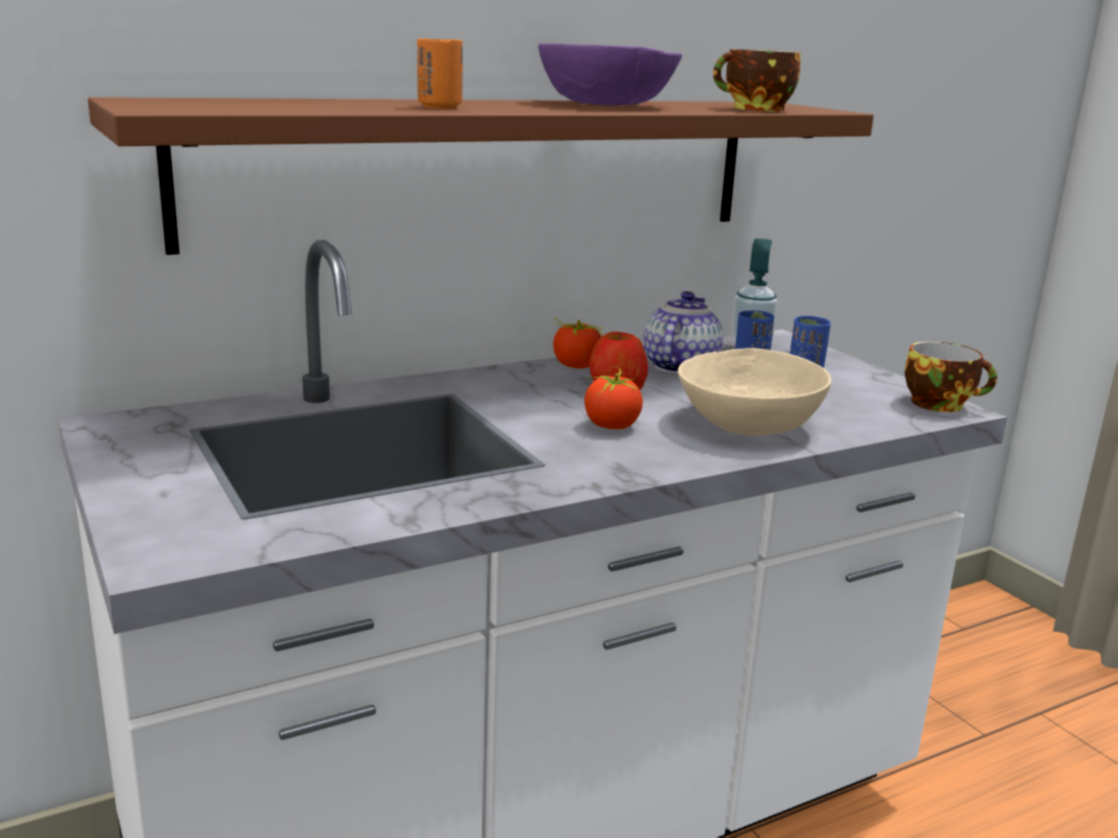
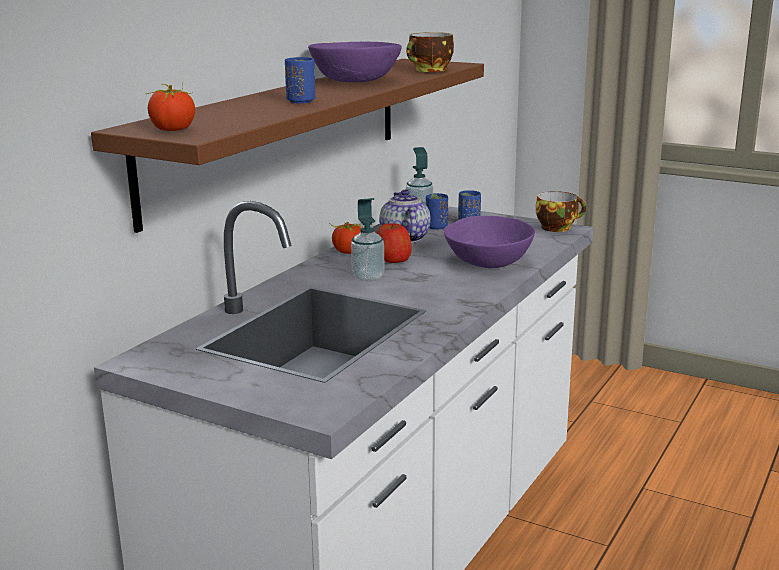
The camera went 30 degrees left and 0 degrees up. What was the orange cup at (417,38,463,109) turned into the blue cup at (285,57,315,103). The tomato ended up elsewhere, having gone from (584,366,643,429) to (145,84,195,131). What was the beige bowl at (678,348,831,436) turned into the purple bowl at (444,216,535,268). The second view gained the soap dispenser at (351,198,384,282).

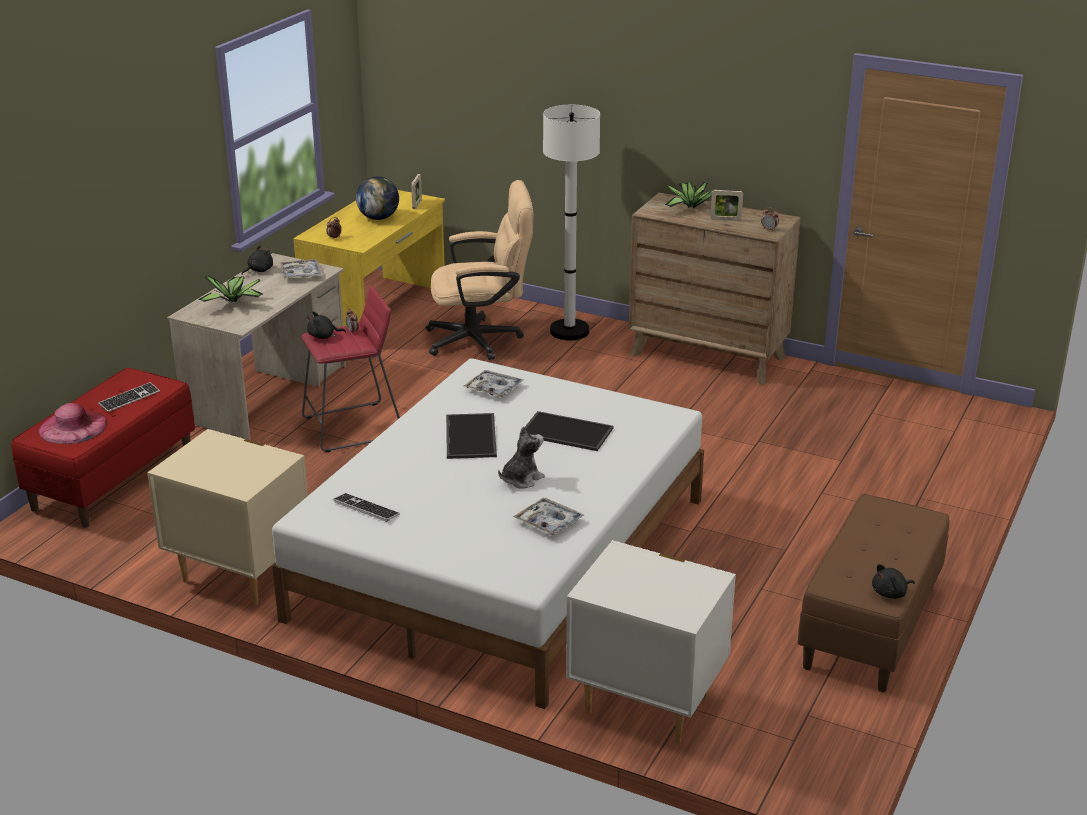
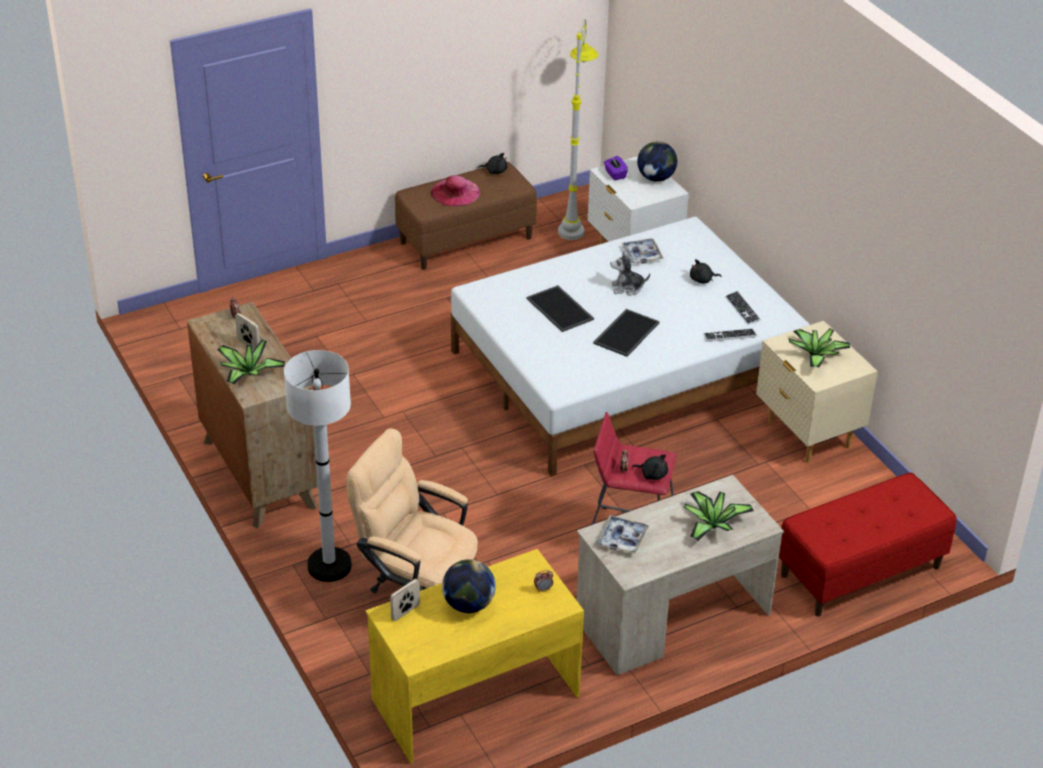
The camera went 145 degrees left and 10 degrees up. The pink hat ended up elsewhere, having gone from (39,403,107,444) to (431,175,480,206). The keyboard ended up elsewhere, having gone from (98,382,160,412) to (703,329,757,342). The black plush toy ended up elsewhere, having gone from (242,245,273,275) to (690,259,722,284). The second view lost the tray at (464,370,523,397). The second view gained the grey floor lamp at (558,19,598,240). The second view gained the purple tissue box at (604,156,628,180). The second view gained the globe at (637,141,677,182). The second view gained the potted plant at (788,328,850,367).

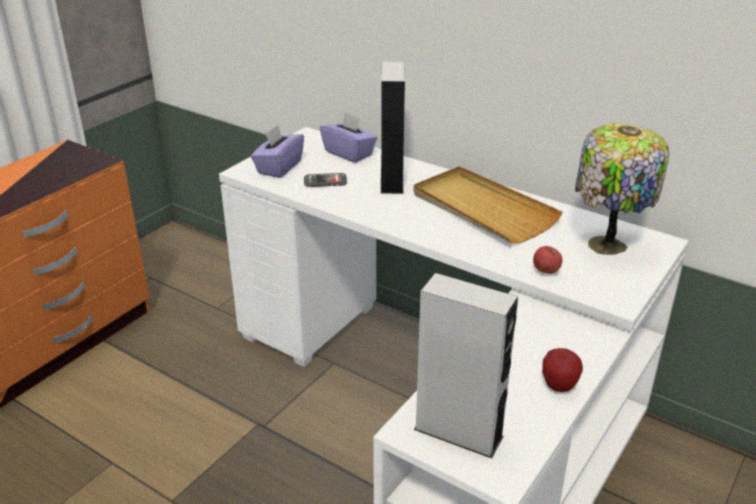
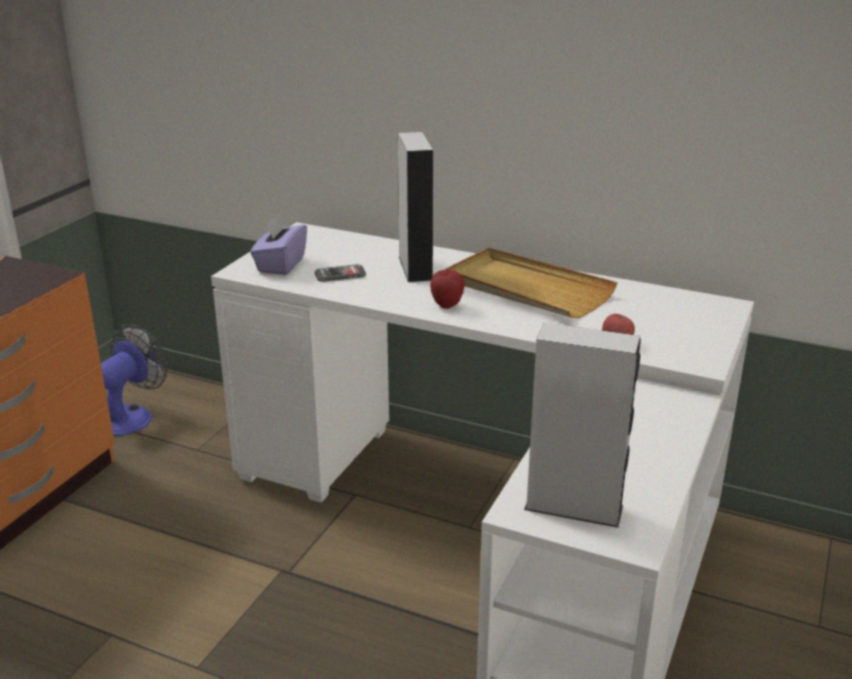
The camera went 10 degrees left and 5 degrees down. The second view lost the purple tissue box at (320,112,377,163). The apple ended up elsewhere, having gone from (542,348,583,392) to (430,270,465,309). The second view lost the table lamp at (575,123,669,255). The second view gained the fan at (100,324,167,436).

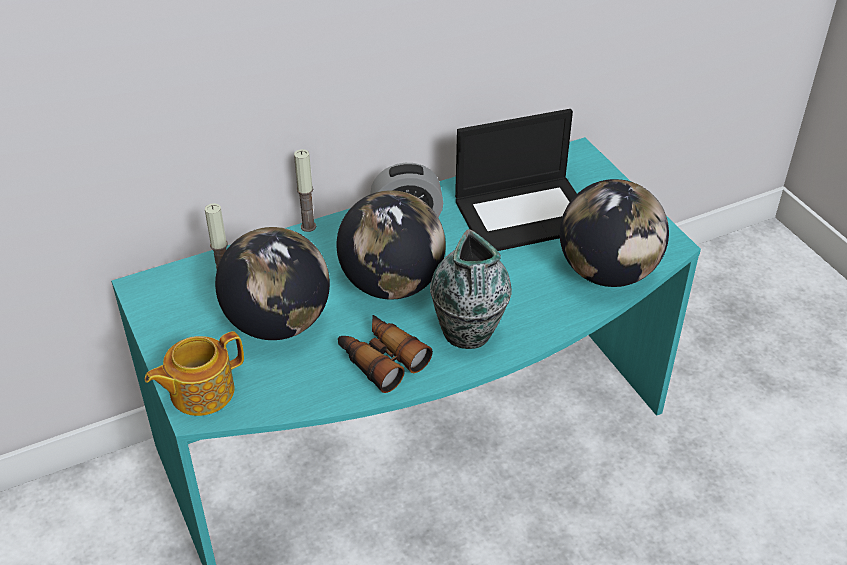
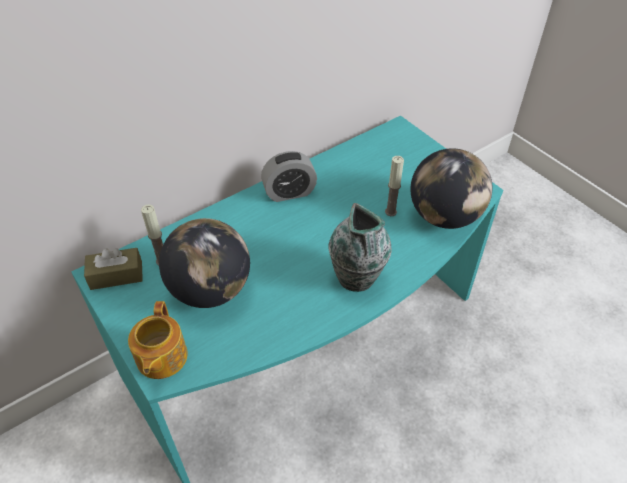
The camera went 10 degrees left and 5 degrees up. The teapot at (145,331,244,416) ended up facing another way, 45 degrees counterclockwise from before. The candle ended up elsewhere, having gone from (294,149,316,232) to (385,156,404,216). The second view lost the globe at (337,190,446,299). The second view lost the binoculars at (338,315,433,393). The second view lost the laptop at (455,109,577,251). The second view gained the brown tissue box at (84,248,143,290).

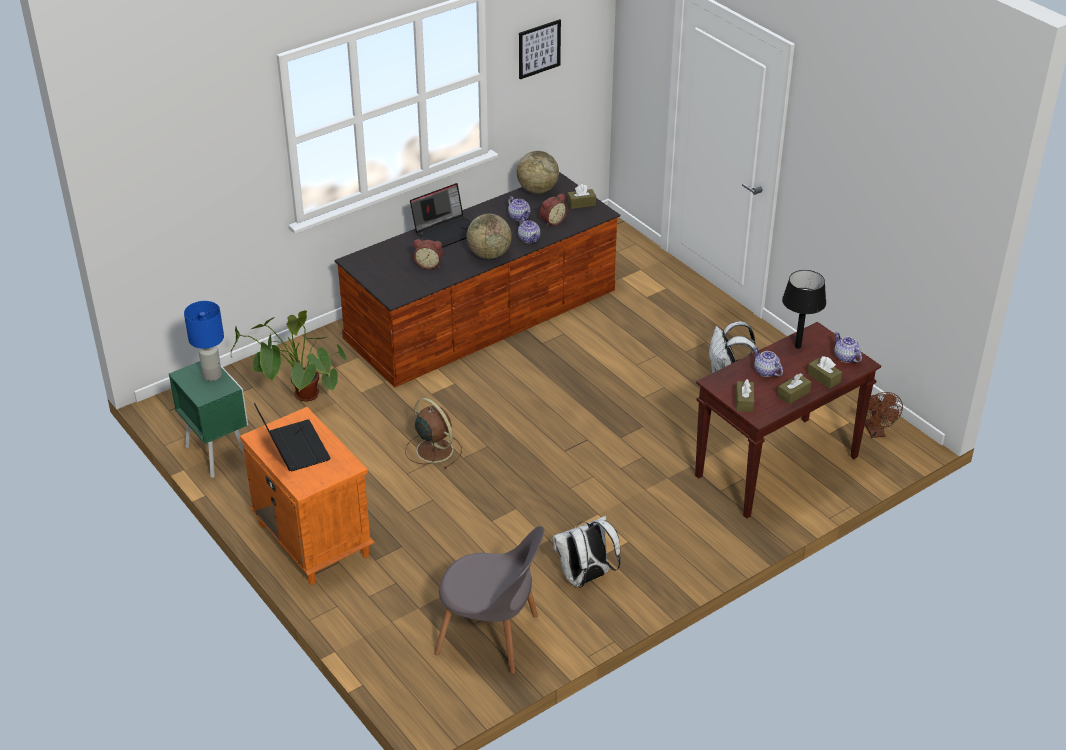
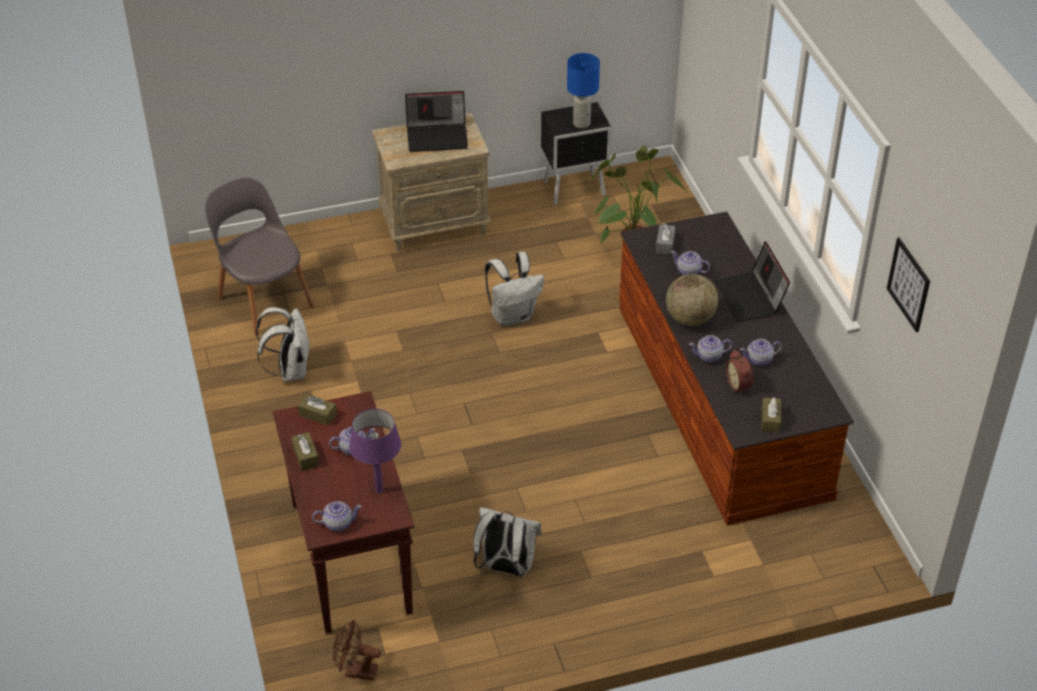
The camera went 110 degrees right and 5 degrees up. What was the green nightstand at (169,361,248,478) turned into the black nightstand at (541,102,611,205). What was the orange nightstand at (240,407,375,585) turned into the beige nightstand at (372,113,492,251). Where the brown fan stood at (405,398,462,469), the white backpack came to stand at (485,252,544,326). Where the alarm clock stood at (414,239,443,269), the teapot came to stand at (671,251,710,275). The grey chair at (434,526,544,674) ended up facing another way, 105 degrees clockwise from before. The second view lost the globe at (517,151,559,194). What was the black table lamp at (782,270,826,349) turned into the purple table lamp at (349,409,401,493). The second view lost the brown tissue box at (807,356,842,389). The second view gained the grey tissue box at (656,223,675,255).

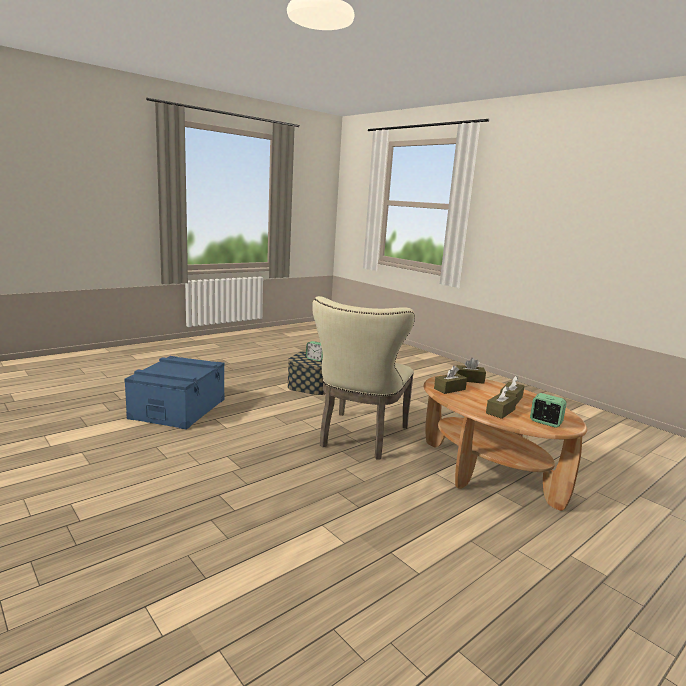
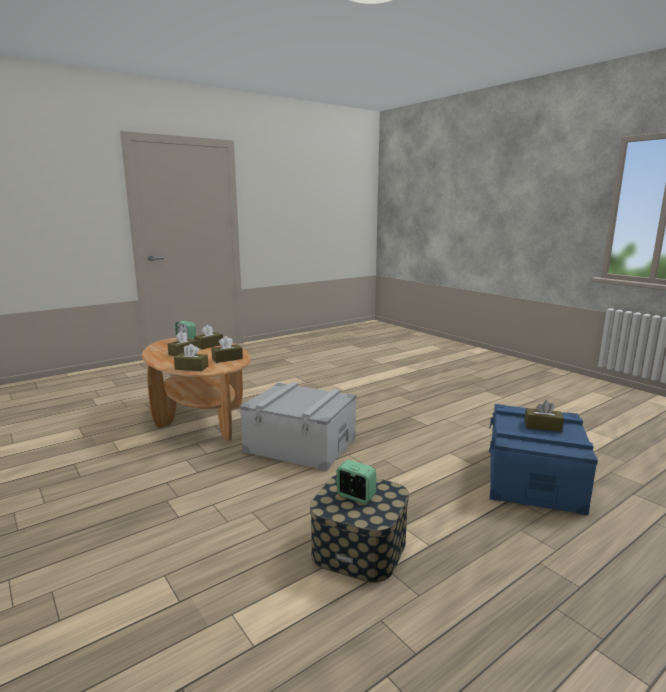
The camera went 175 degrees left and 0 degrees up. Where the beige chair stood at (312,296,415,459), the grey storage box came to stand at (240,382,356,471). The second view gained the brown tissue box at (525,400,564,432).

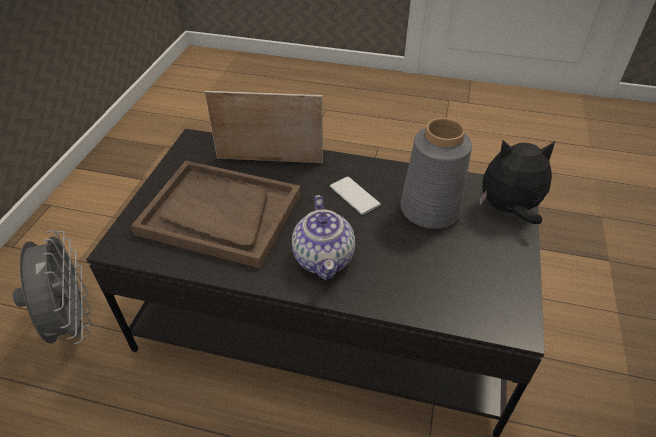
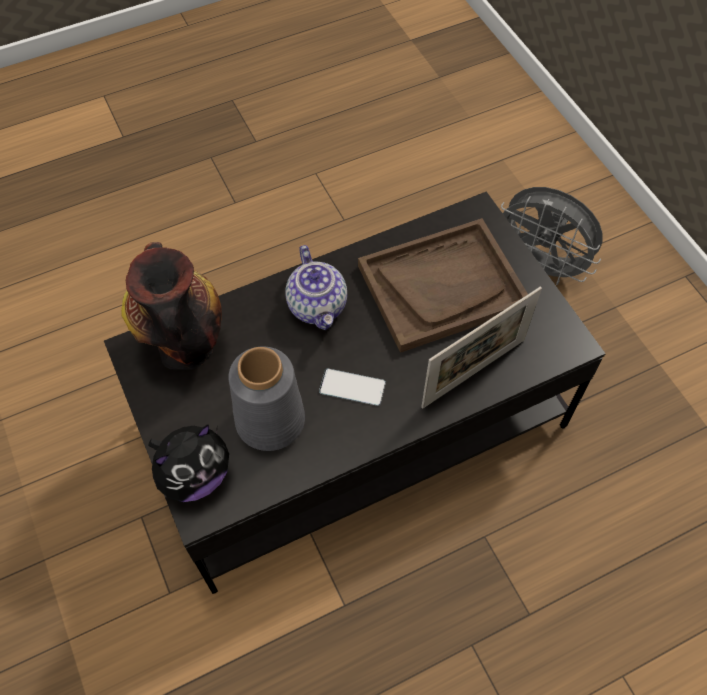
The camera went 140 degrees right and 15 degrees up. The teapot at (292,195,355,280) ended up facing another way, 150 degrees counterclockwise from before. The second view gained the vase at (121,242,222,370).

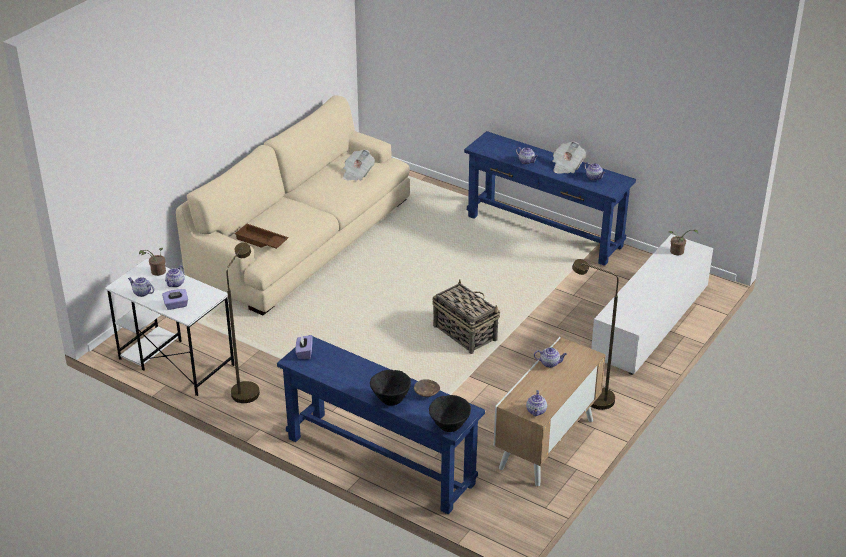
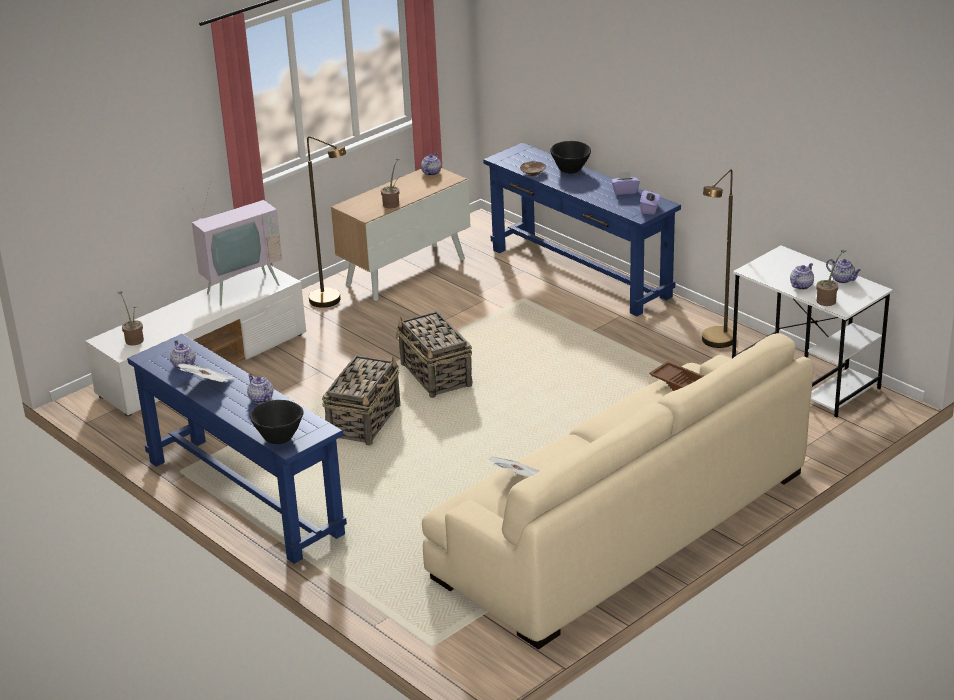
The camera went 165 degrees left and 5 degrees down. The purple tissue box ended up elsewhere, having gone from (162,289,188,310) to (611,171,640,195). The black bowl ended up elsewhere, having gone from (429,395,471,432) to (250,400,304,444). Where the teapot stood at (534,347,567,368), the potted plant came to stand at (381,158,405,208). The second view gained the television at (183,181,282,305). The second view gained the basket at (322,355,400,446).

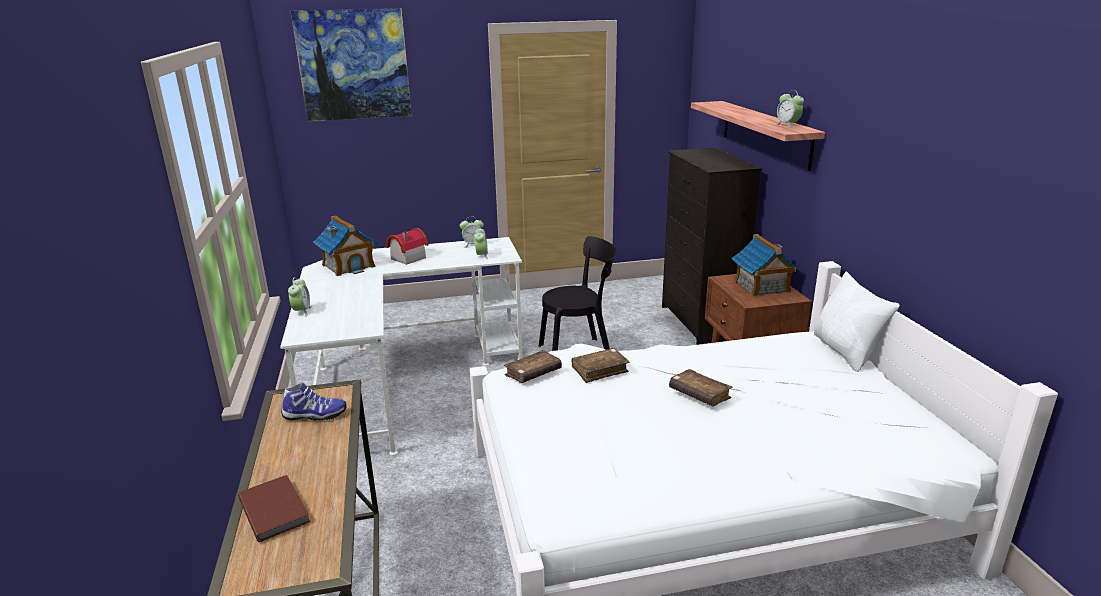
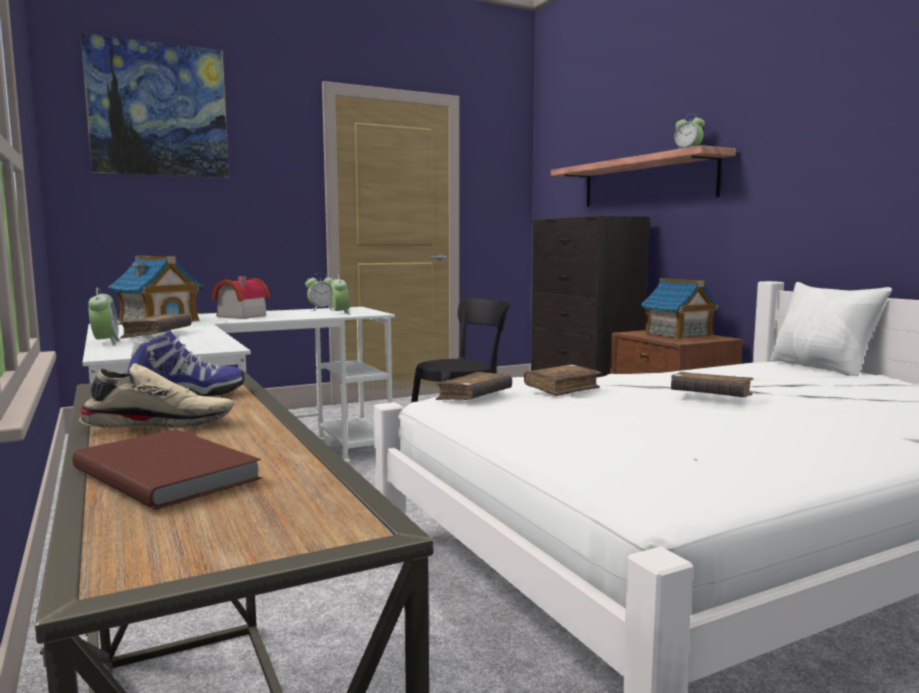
The camera went 15 degrees left and 15 degrees down. The second view gained the beige shoe at (79,363,234,428). The second view gained the brown book at (118,314,192,338).

